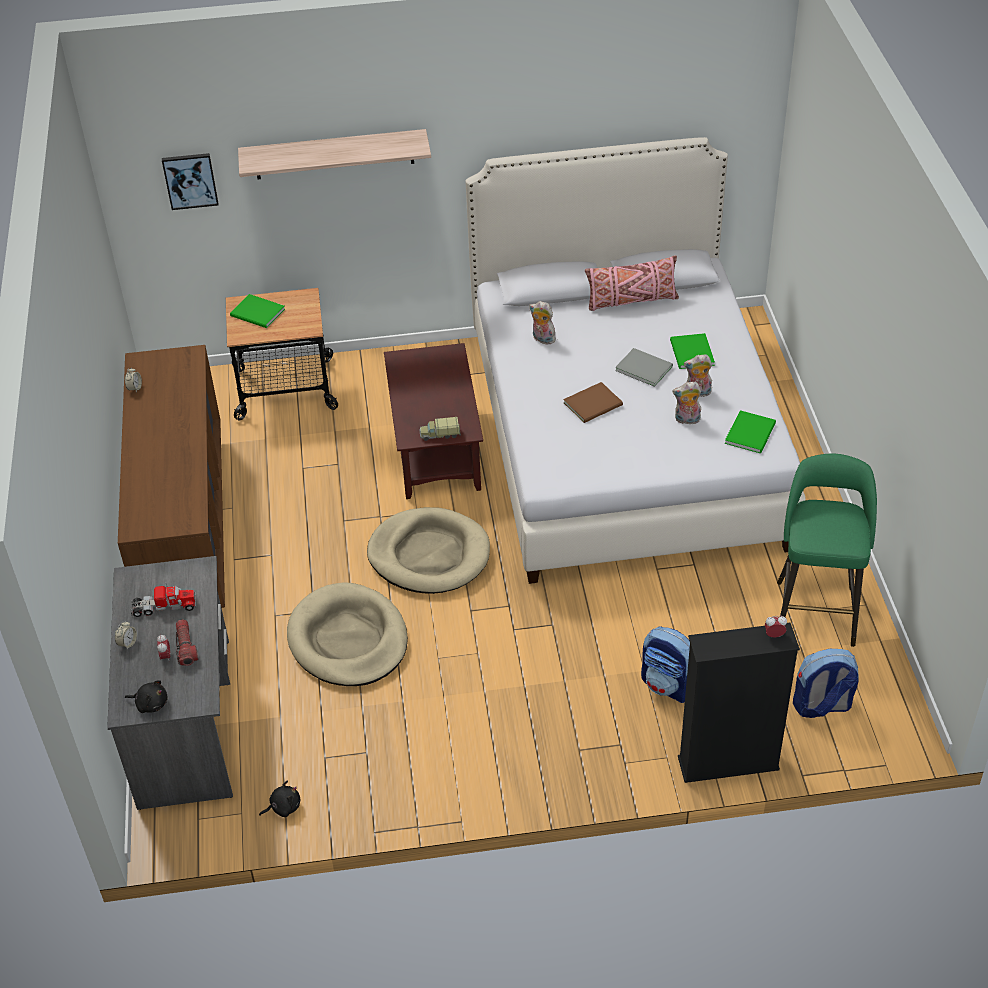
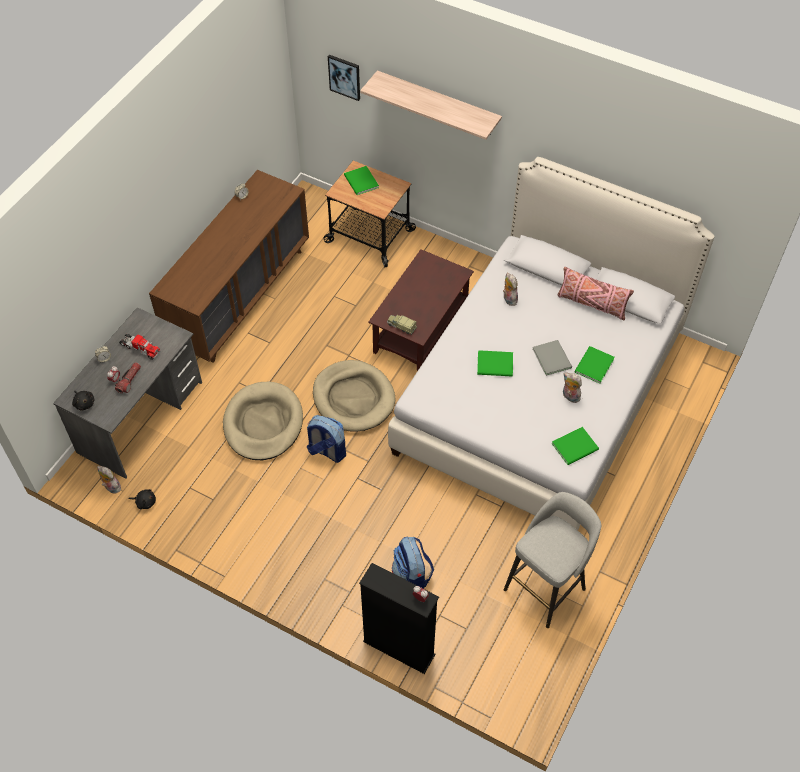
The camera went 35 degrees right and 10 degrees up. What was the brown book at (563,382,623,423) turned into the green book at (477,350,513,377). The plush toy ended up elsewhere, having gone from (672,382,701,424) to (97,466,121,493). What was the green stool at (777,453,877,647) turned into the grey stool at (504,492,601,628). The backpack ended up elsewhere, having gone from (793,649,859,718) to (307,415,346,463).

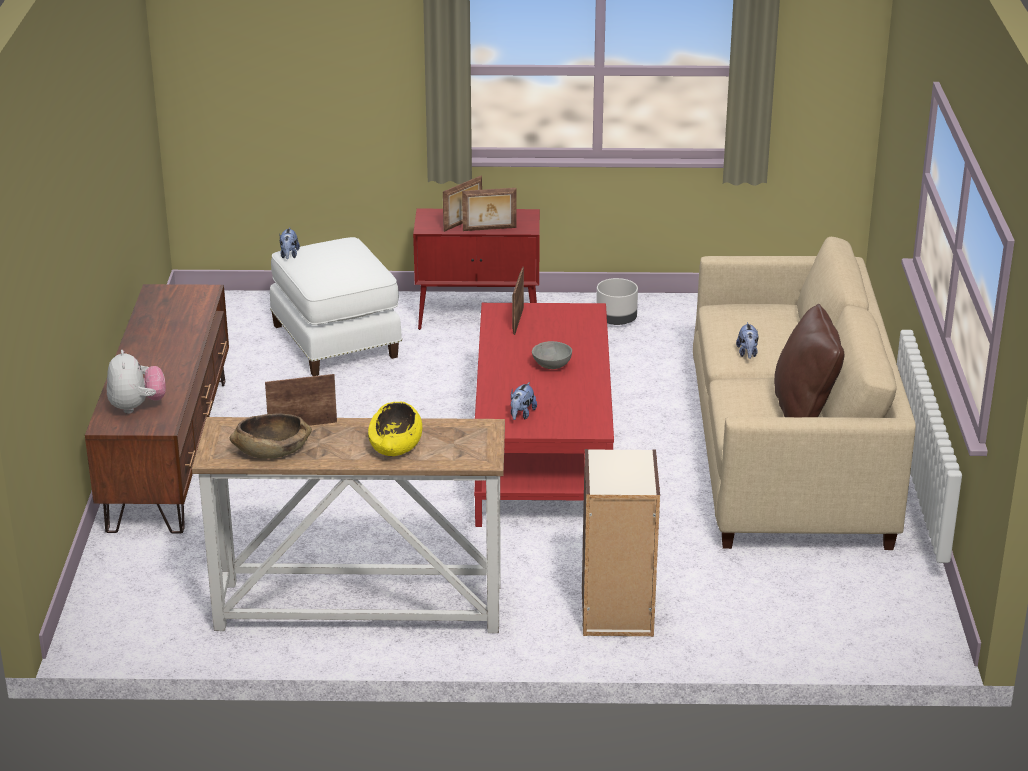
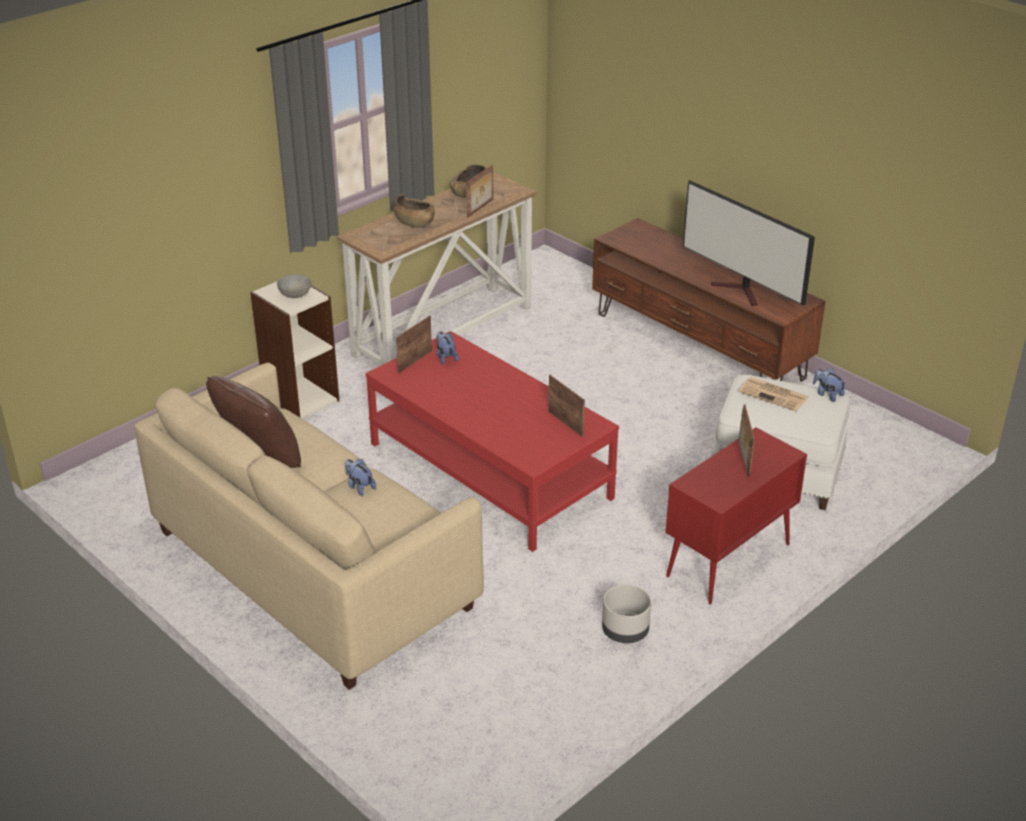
The camera went 135 degrees right and 5 degrees up. The second view lost the plush toy at (107,350,166,414). What was the yellow bowl at (368,402,422,456) turned into the brown bowl at (393,194,435,228). The picture frame ended up elsewhere, having gone from (462,188,517,231) to (396,315,432,374). The grey bowl ended up elsewhere, having gone from (532,341,572,369) to (277,274,312,298). The second view gained the television at (683,180,815,306). The second view gained the newspaper at (739,377,808,411).

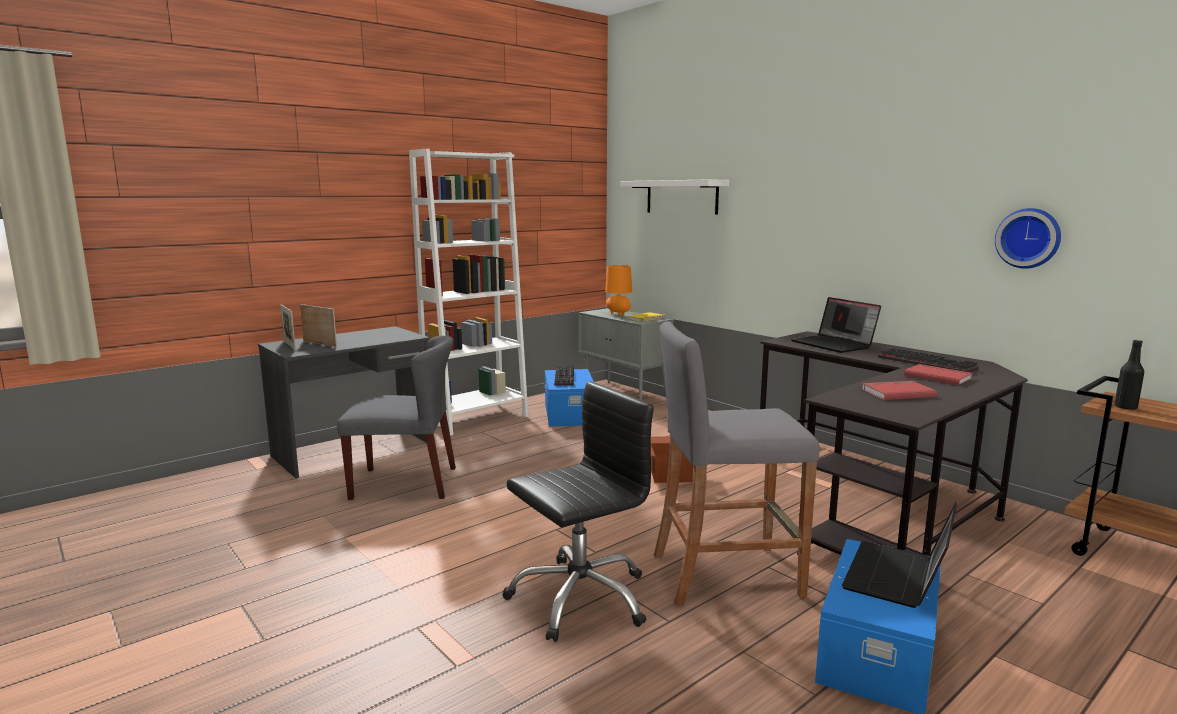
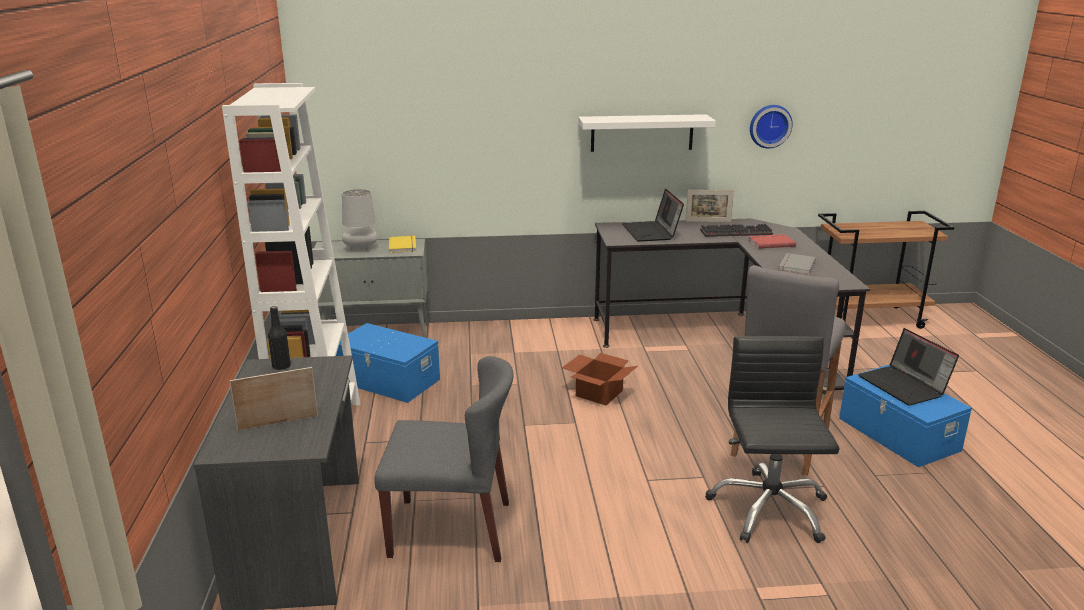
The camera went 55 degrees left and 10 degrees up. The picture frame ended up elsewhere, having gone from (280,304,296,350) to (685,190,734,222). The grey chair at (337,336,456,500) ended up facing another way, 60 degrees clockwise from before. The second view lost the keyboard at (554,365,574,386). What was the orange table lamp at (605,265,632,316) turned into the grey table lamp at (342,189,377,251). The white shelf ended up elsewhere, having gone from (620,179,729,215) to (578,114,716,152). The laptop at (791,297,881,353) ended up facing another way, 75 degrees clockwise from before. What was the red book at (861,381,937,400) turned into the grey book at (779,253,816,275). The black bottle ended up elsewhere, having gone from (1114,340,1144,410) to (268,306,291,370).

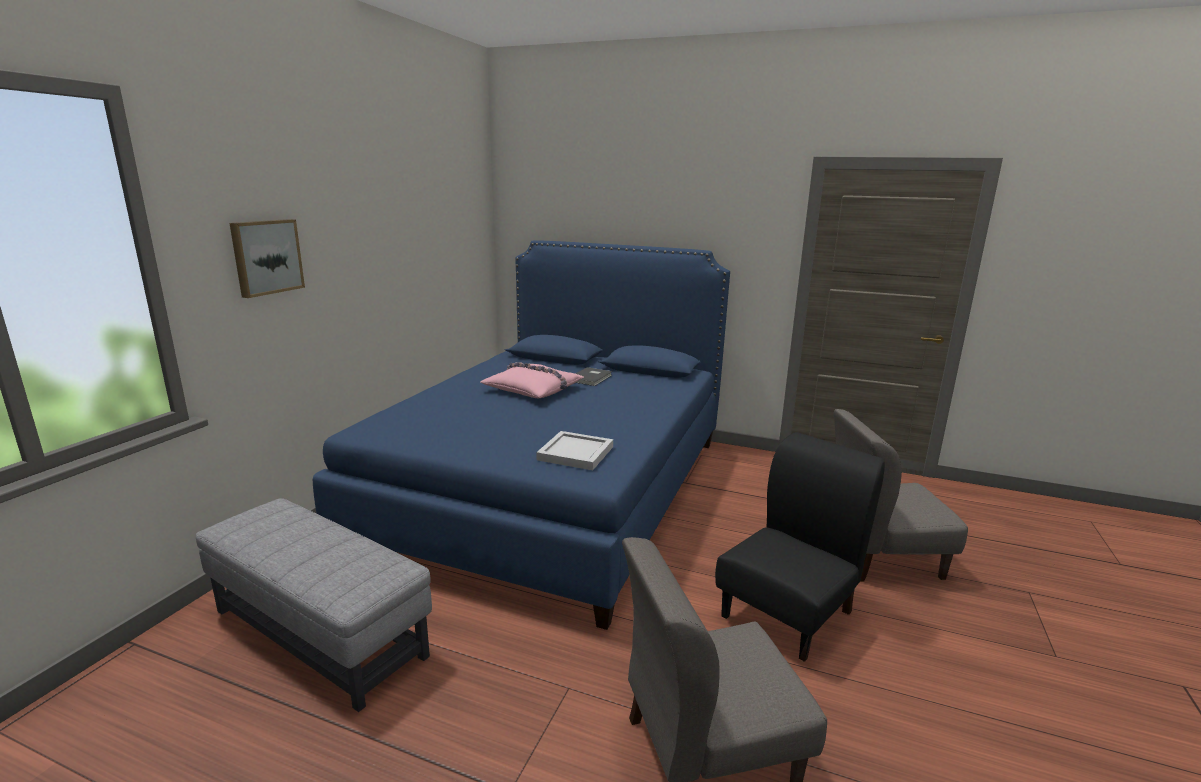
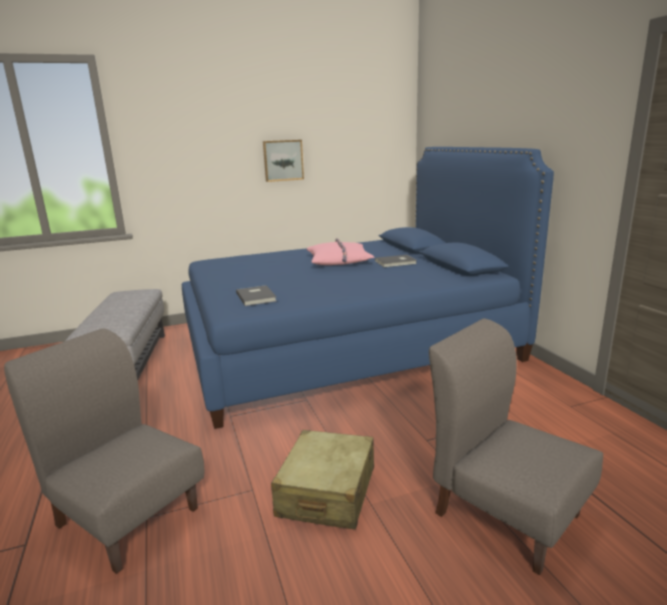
The camera went 50 degrees right and 0 degrees up. The picture ended up elsewhere, having gone from (229,219,305,298) to (263,140,304,182). Where the white tray stood at (536,431,613,470), the grey book came to stand at (236,285,277,306). Where the black chair stood at (715,432,885,662), the beige suitcase came to stand at (271,430,374,529).

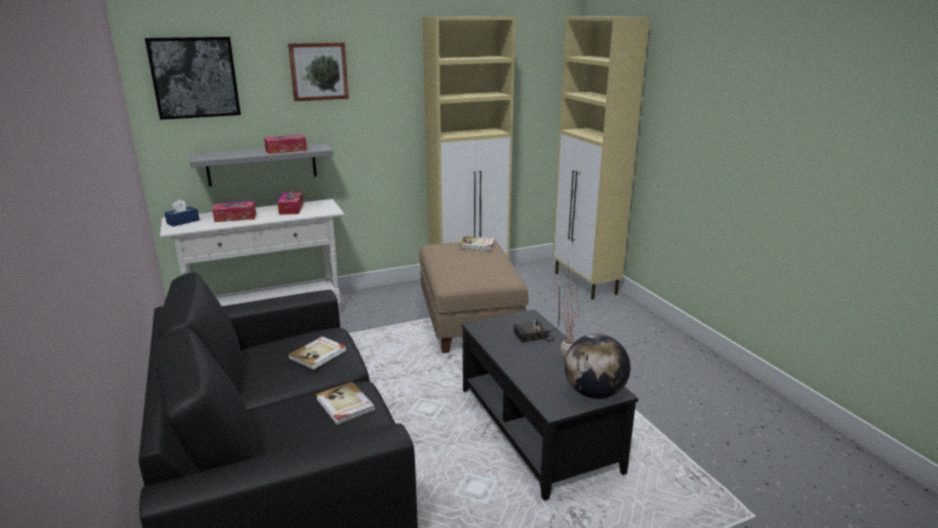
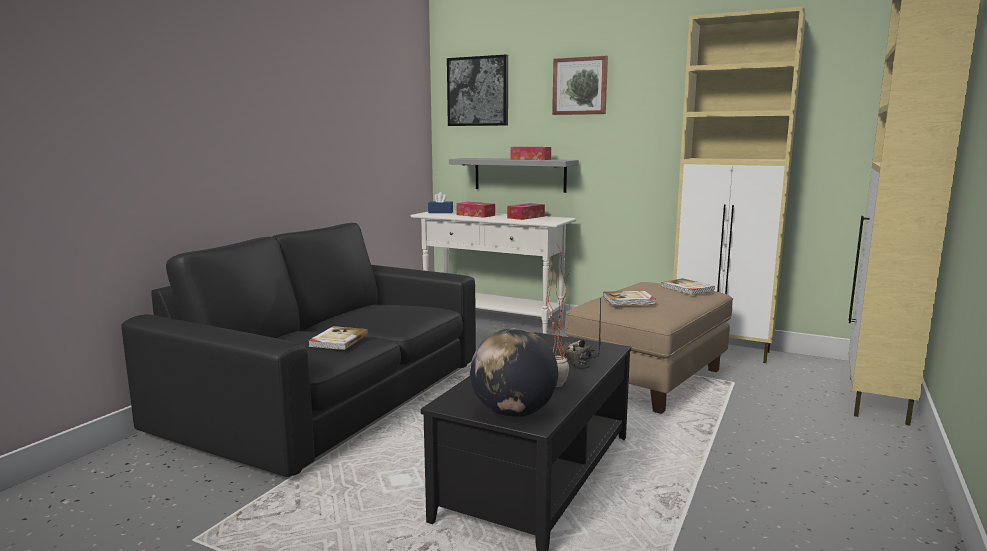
The camera went 50 degrees right and 10 degrees down. The book ended up elsewhere, having gone from (288,336,347,370) to (603,291,655,305).

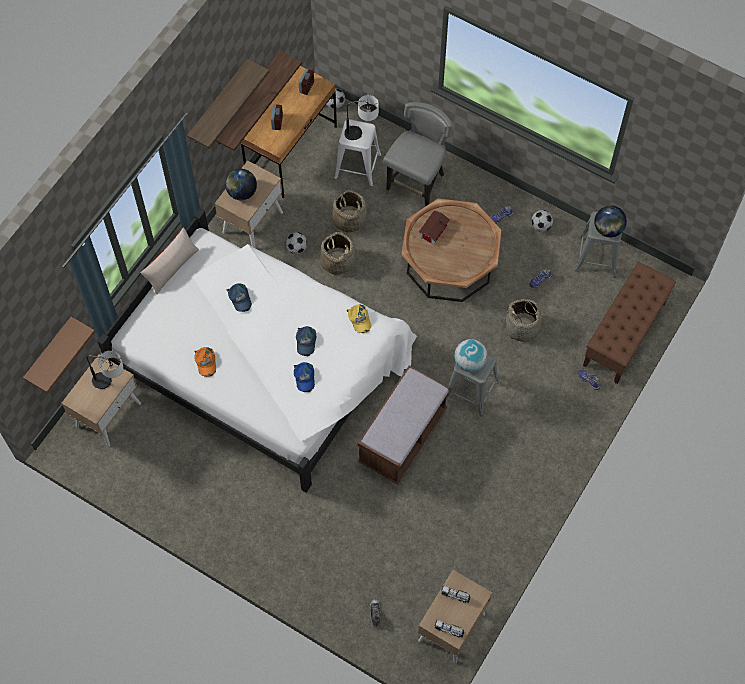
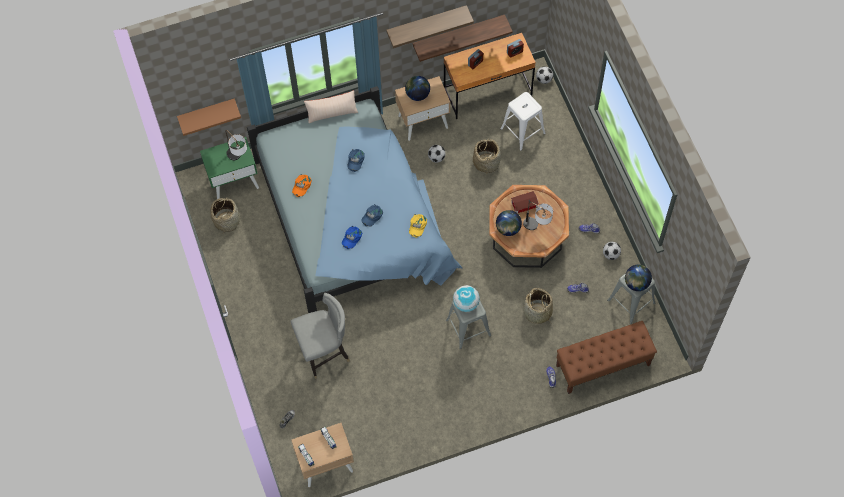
The camera went 40 degrees right and 0 degrees up. What was the beige nightstand at (62,355,141,447) turned into the green nightstand at (200,137,259,199). What was the white bed at (98,209,417,492) turned into the blue bed at (247,86,462,313). The basket ended up elsewhere, having gone from (320,232,355,275) to (211,196,240,234). The table lamp ended up elsewhere, having gone from (344,95,379,140) to (523,202,553,230). The second view lost the brown bench at (357,365,449,484). The grey chair ended up elsewhere, having gone from (383,102,452,206) to (290,293,350,379). The second view gained the globe at (496,210,522,236).

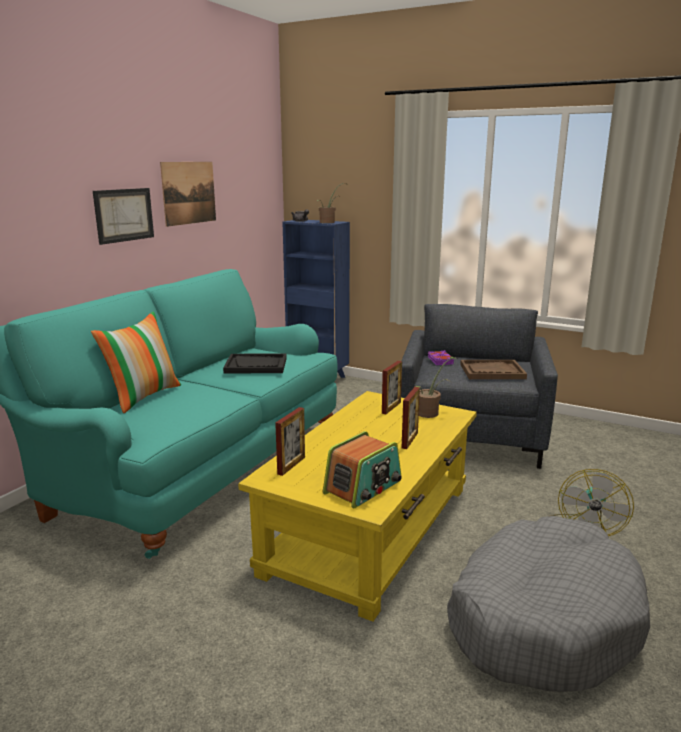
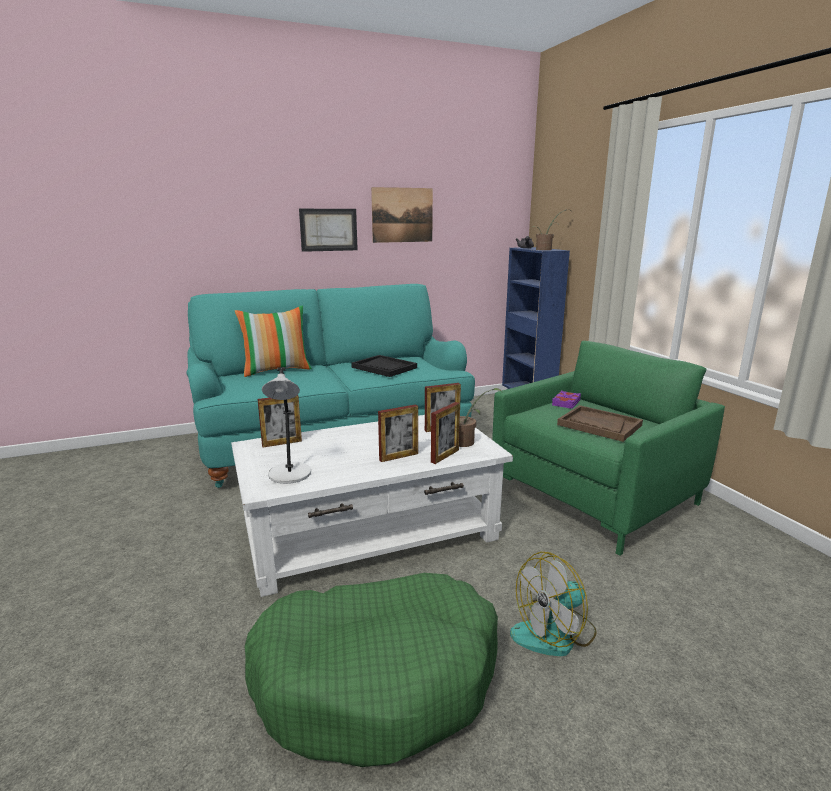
The camera went 40 degrees right and 0 degrees up. What was the yellow coffee table at (238,391,477,622) turned into the white coffee table at (231,415,513,597). Where the radio stood at (323,431,402,508), the grey table lamp came to stand at (262,367,311,484). What was the grey armchair at (401,304,558,469) turned into the green armchair at (492,341,725,556). What was the grey dog bed at (447,516,650,692) turned into the green dog bed at (244,573,498,767). The second view gained the picture frame at (431,402,460,464).

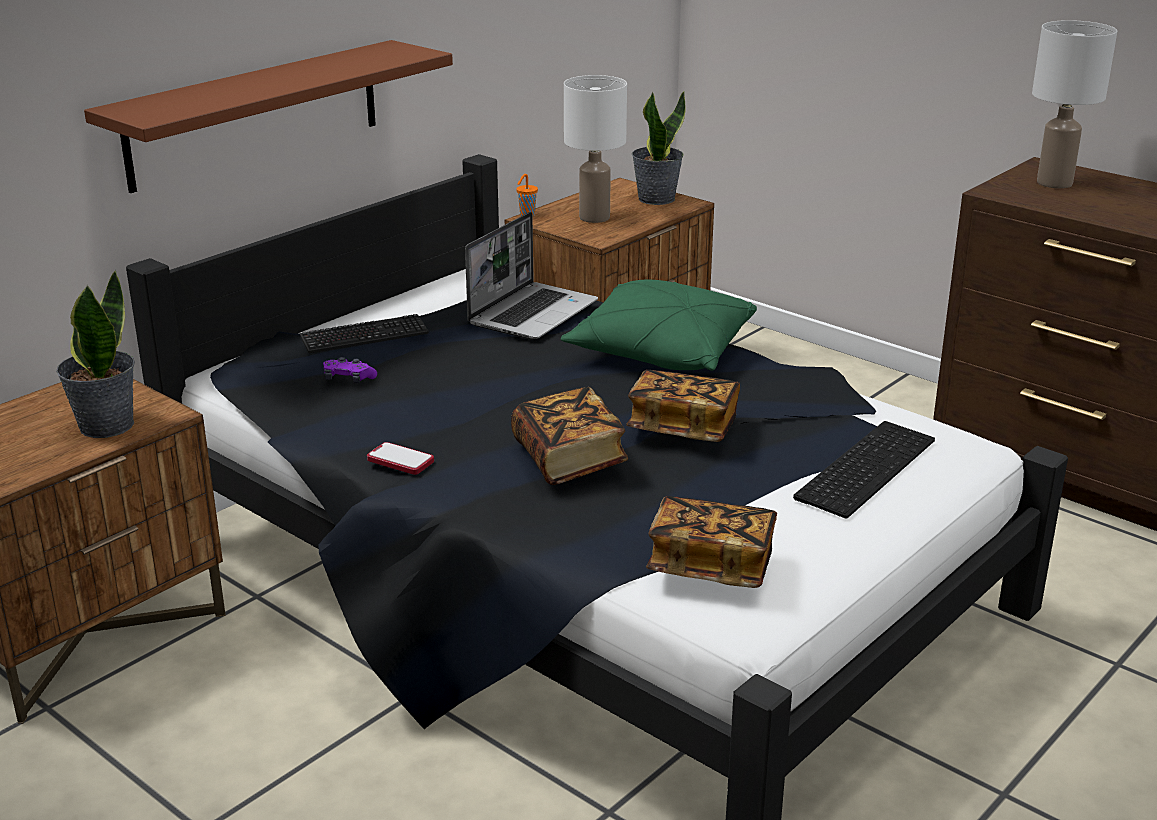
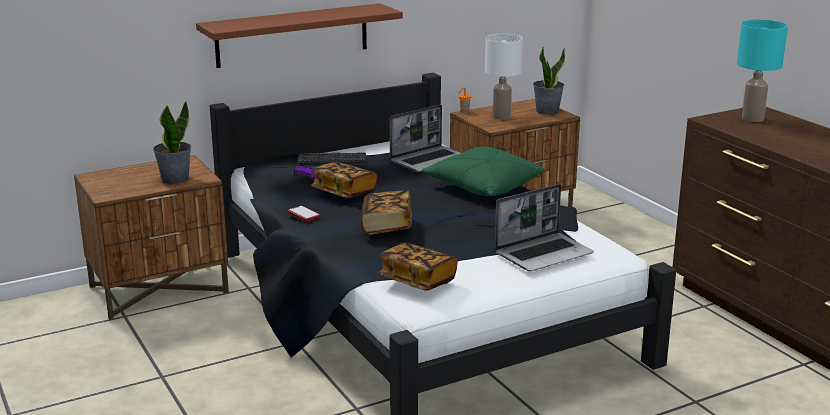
The camera went 20 degrees right and 5 degrees down. The book ended up elsewhere, having gone from (626,370,740,442) to (311,162,377,198). Where the keyboard stood at (793,421,935,518), the laptop came to stand at (494,184,594,271). What was the white table lamp at (1032,20,1117,188) turned into the turquoise table lamp at (737,19,788,122).

